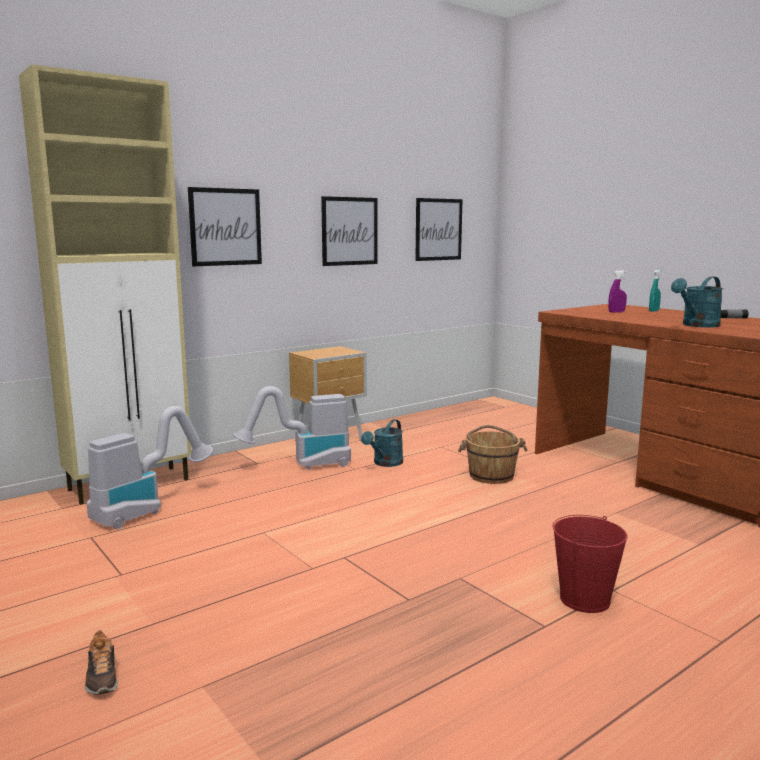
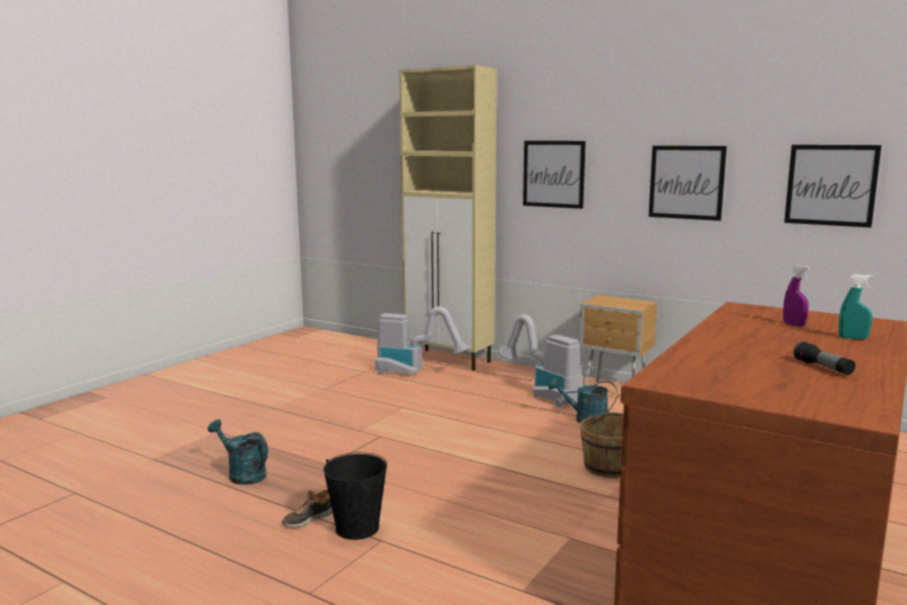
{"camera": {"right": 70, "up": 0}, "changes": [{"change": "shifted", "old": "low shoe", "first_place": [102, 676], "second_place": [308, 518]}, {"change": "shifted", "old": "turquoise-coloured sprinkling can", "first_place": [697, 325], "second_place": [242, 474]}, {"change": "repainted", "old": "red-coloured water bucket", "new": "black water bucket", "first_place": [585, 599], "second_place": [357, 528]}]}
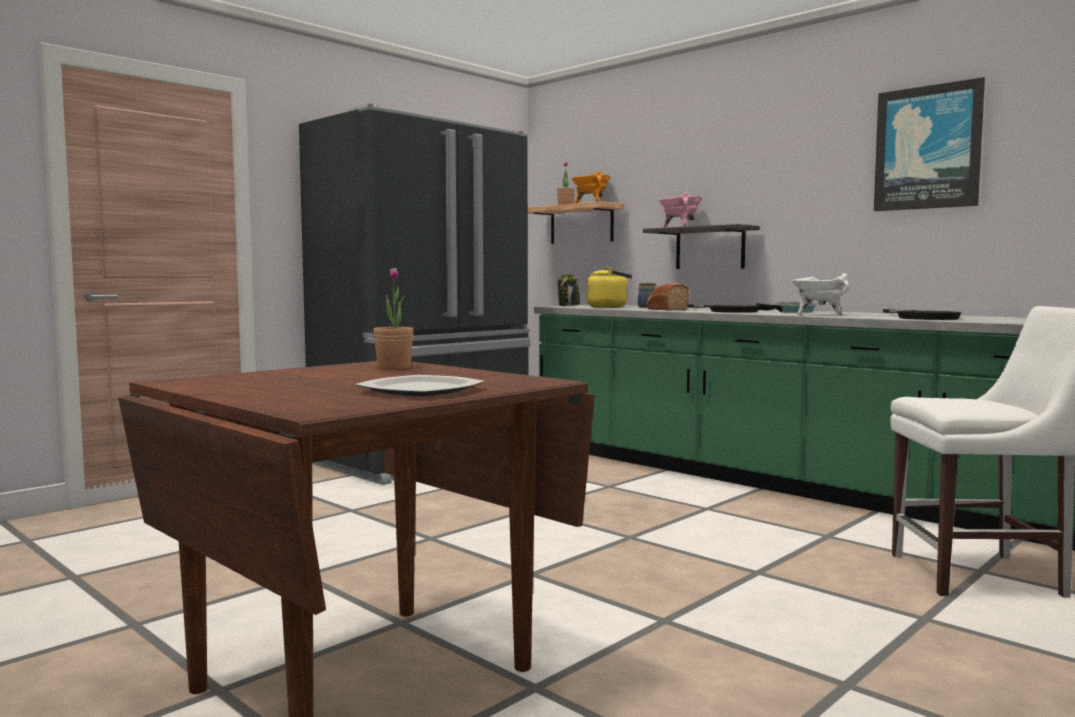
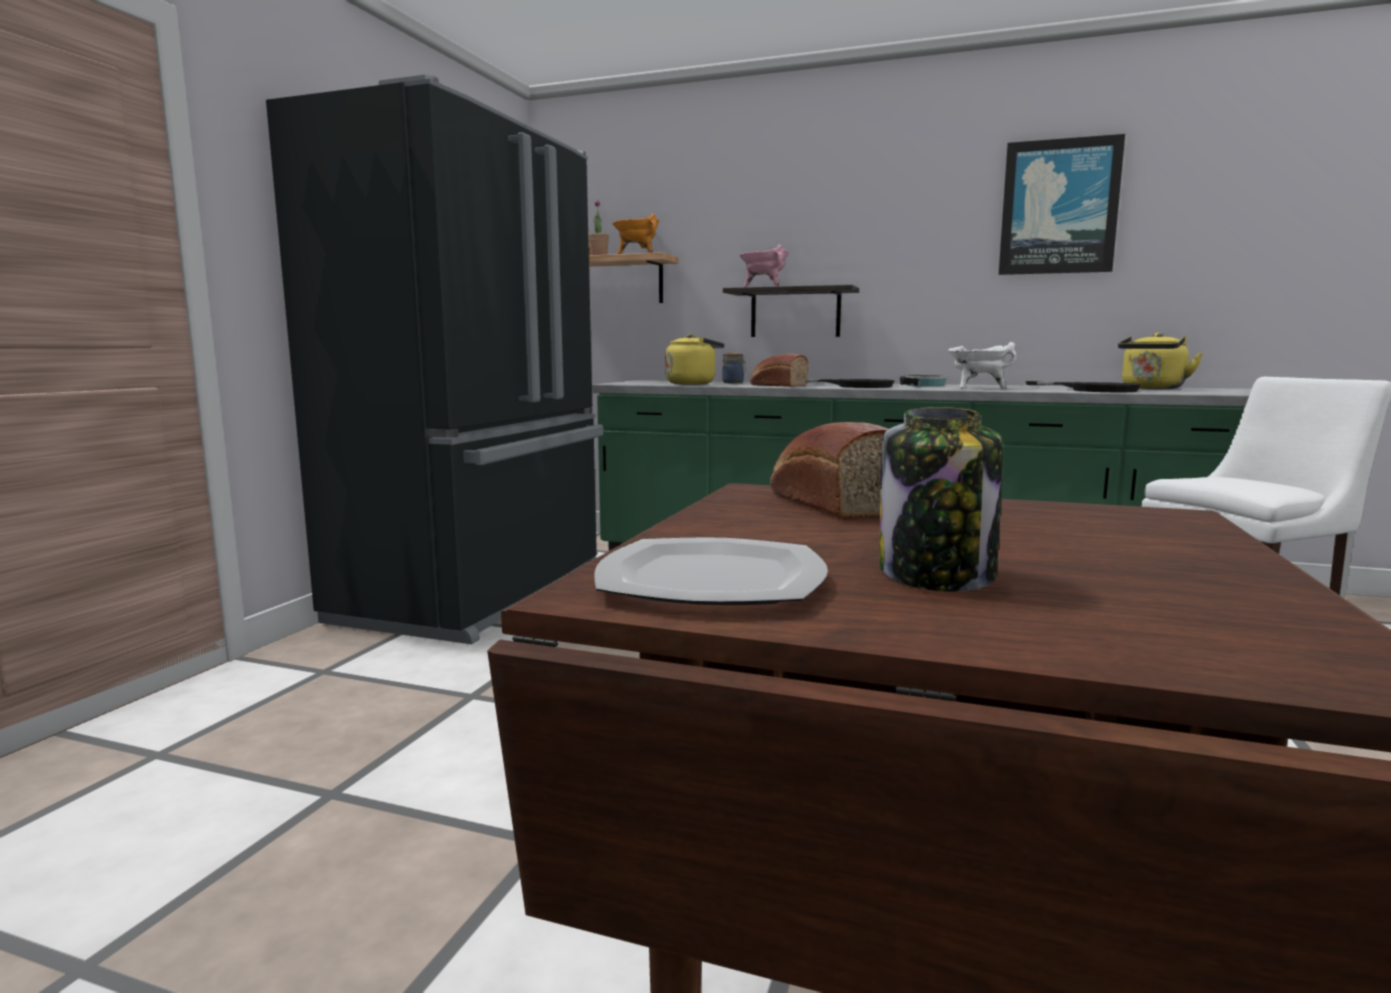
{"camera": {"right": -25, "up": 5}, "changes": [{"change": "new", "new": "yellow-coloured kettle", "second_place": [1151, 389]}, {"change": "shifted", "old": "dinner plate", "first_place": [420, 390], "second_place": [709, 579]}, {"change": "shifted", "old": "storage jar", "first_place": [569, 305], "second_place": [937, 575]}, {"change": "swapped", "old": "plant in a pot", "new": "baked bread", "first_place": [394, 367], "second_place": [829, 503]}]}
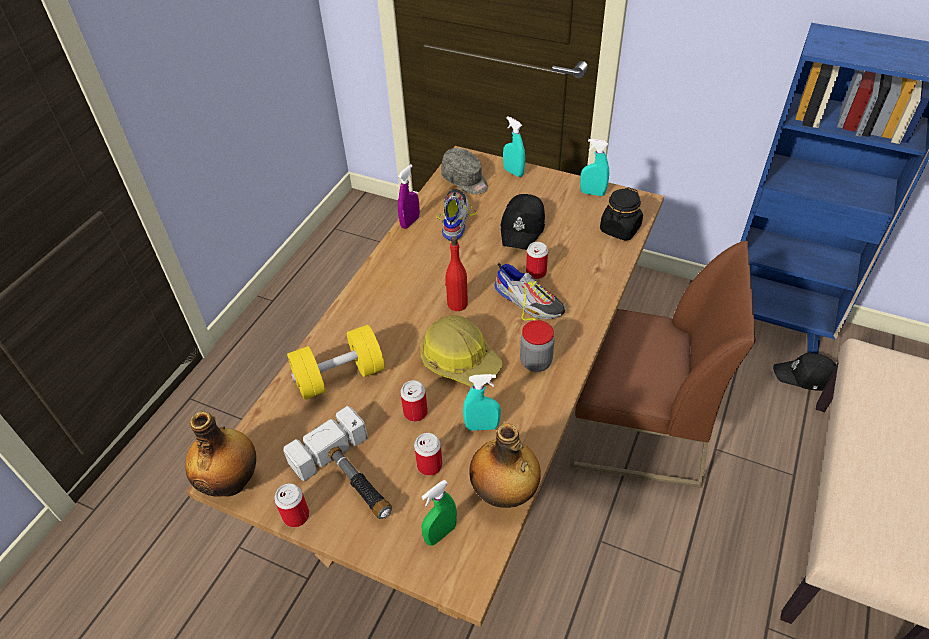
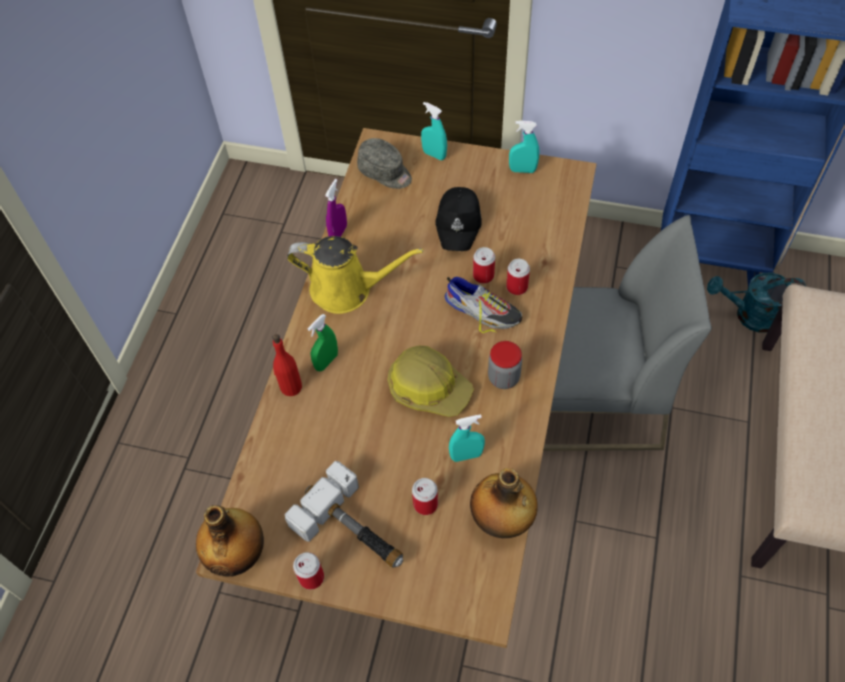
{"camera": {"right": -10, "up": 10}, "changes": [{"change": "gone", "old": "yellow-coloured free weight", "first_place": [340, 376]}, {"change": "gone", "old": "low shoe", "first_place": [454, 218]}, {"change": "gone", "old": "black storage jar", "first_place": [620, 229]}, {"change": "new", "new": "yellow-coloured sprinkling can", "second_place": [347, 289]}, {"change": "shifted", "old": "can", "first_place": [415, 412], "second_place": [517, 287]}, {"change": "shifted", "old": "green-coloured sprayer", "first_place": [440, 534], "second_place": [326, 361]}, {"change": "shifted", "old": "red-coloured drink bottle", "first_place": [457, 304], "second_place": [290, 387]}, {"change": "swapped", "old": "black baseball cap", "new": "turquoise-coloured sprinkling can", "first_place": [806, 377], "second_place": [749, 315]}, {"change": "repainted", "old": "brownish chair", "new": "greyish chair", "first_place": [636, 428], "second_place": [591, 399]}]}
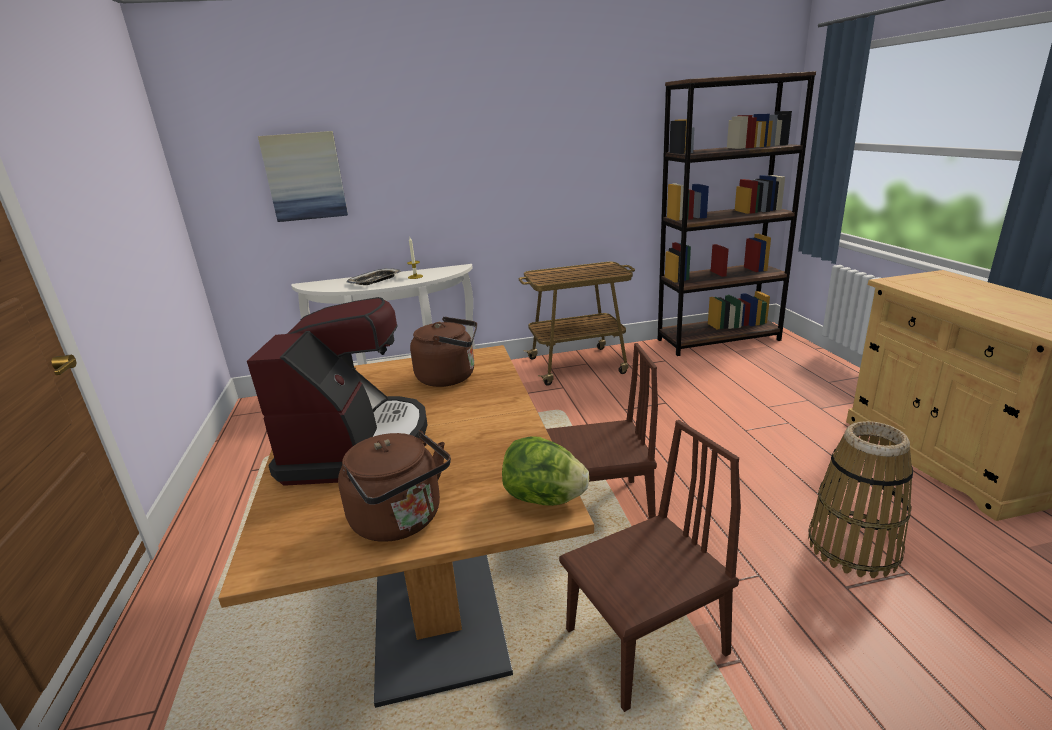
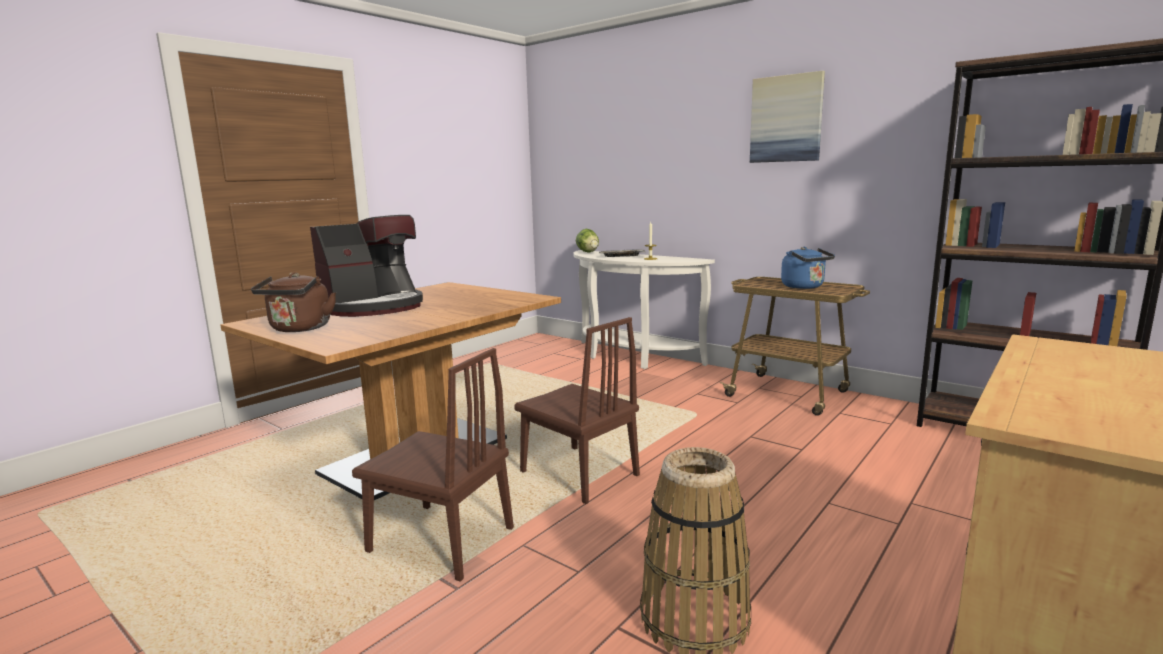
{"camera": {"right": 50, "up": -10}, "changes": [{"change": "gone", "old": "brownish kettle", "first_place": [450, 377]}, {"change": "new", "new": "bluish kettle", "second_place": [804, 287]}, {"change": "shifted", "old": "picture", "first_place": [305, 176], "second_place": [786, 119]}, {"change": "shifted", "old": "head of lettuce", "first_place": [544, 499], "second_place": [588, 252]}]}
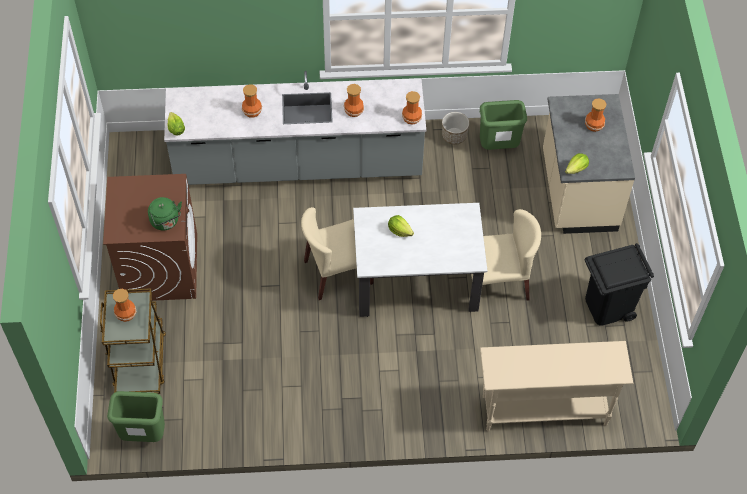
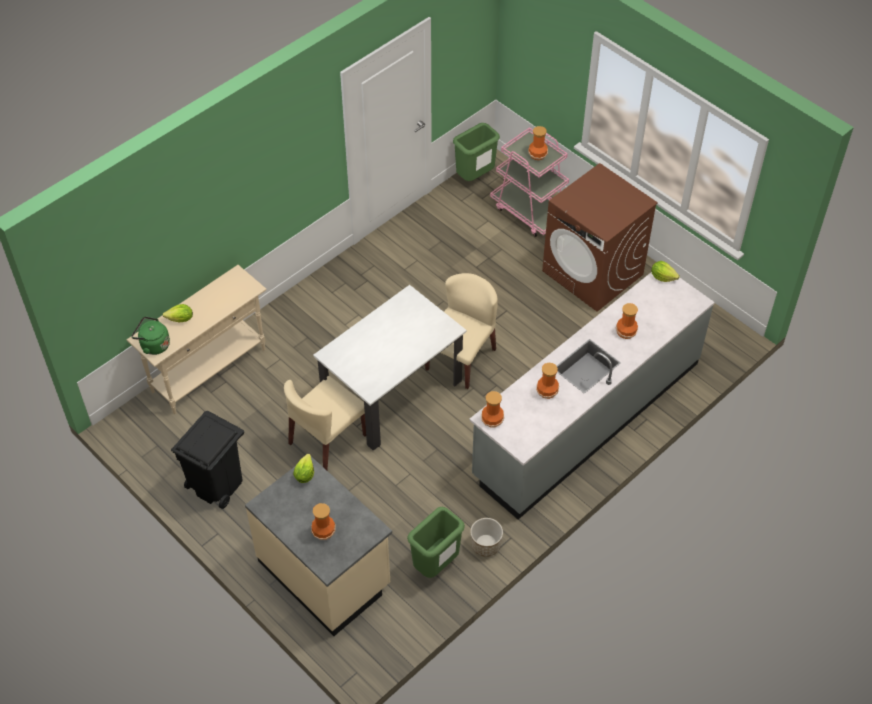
{"camera": {"right": 140, "up": -5}, "changes": [{"change": "shifted", "old": "green-coloured kettle", "first_place": [166, 222], "second_place": [153, 345]}, {"change": "shifted", "old": "head of lettuce", "first_place": [399, 231], "second_place": [180, 319]}, {"change": "repainted", "old": "brownish trolley", "new": "pink trolley", "first_place": [140, 361], "second_place": [529, 211]}]}
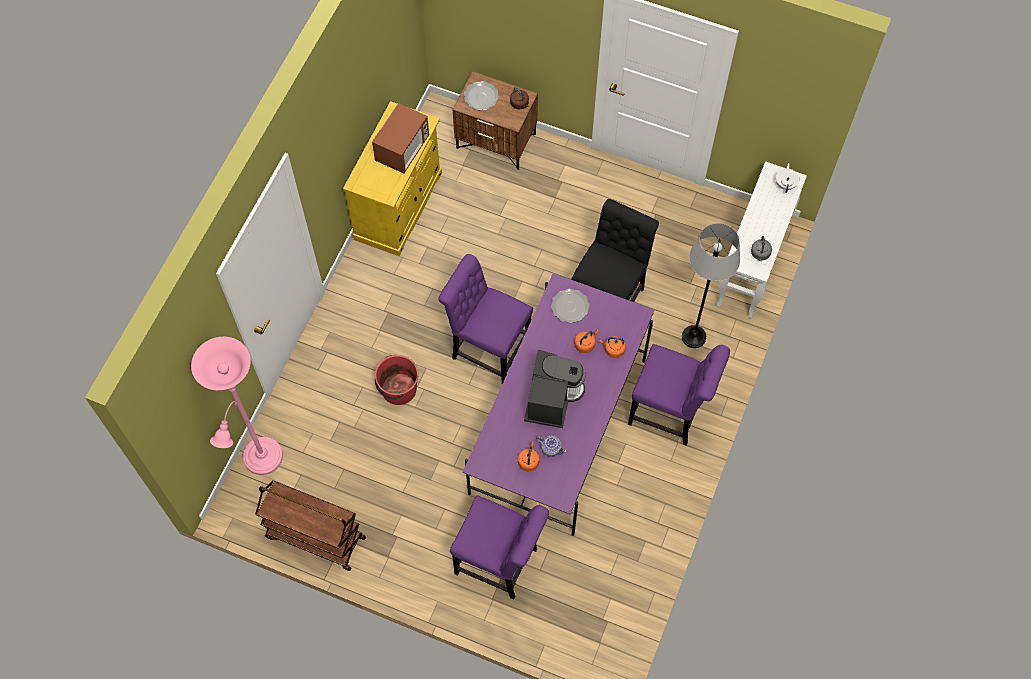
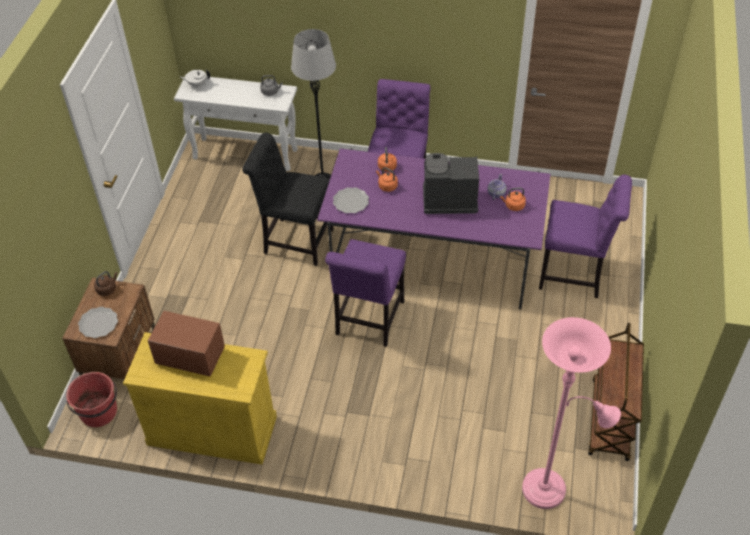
{"camera": {"right": -100, "up": -15}, "changes": [{"change": "shifted", "old": "red-coloured water bucket", "first_place": [398, 389], "second_place": [99, 412]}, {"change": "rotated", "old": "purple chair", "first_place": [500, 563], "second_place": [575, 275], "degrees": 90}]}
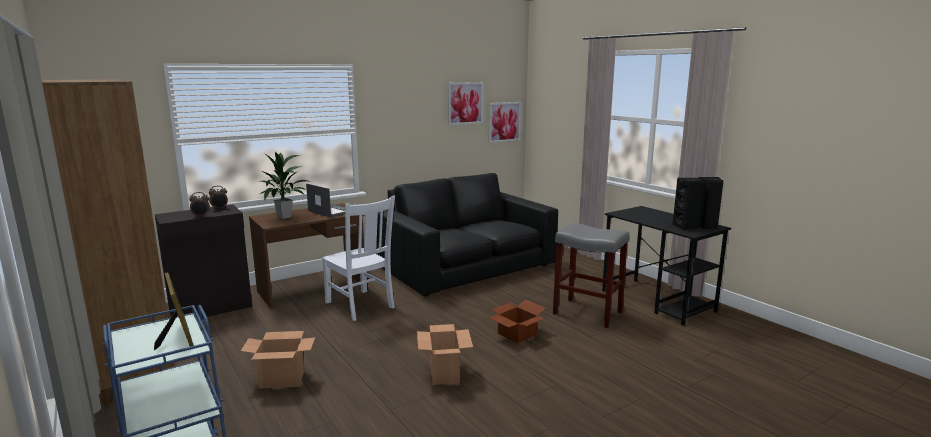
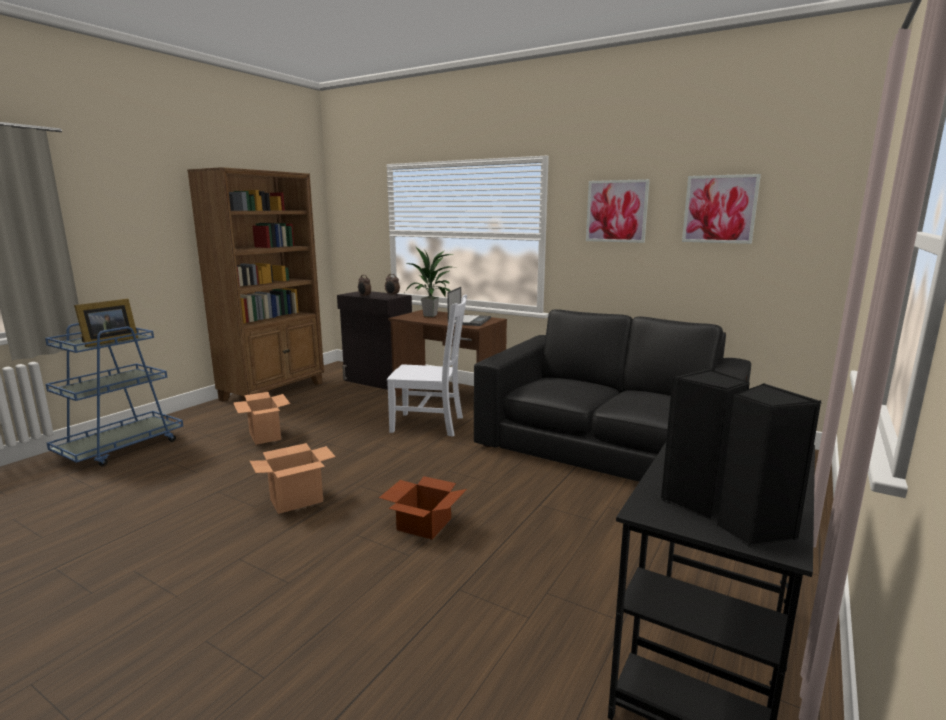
{"camera": {"right": 65, "up": 0}, "changes": [{"change": "gone", "old": "greyish stool", "first_place": [586, 313]}, {"change": "shifted", "old": "picture", "first_place": [504, 122], "second_place": [616, 211]}, {"change": "rotated", "old": "white chair", "first_place": [360, 306], "second_place": [430, 424], "degrees": -105}]}
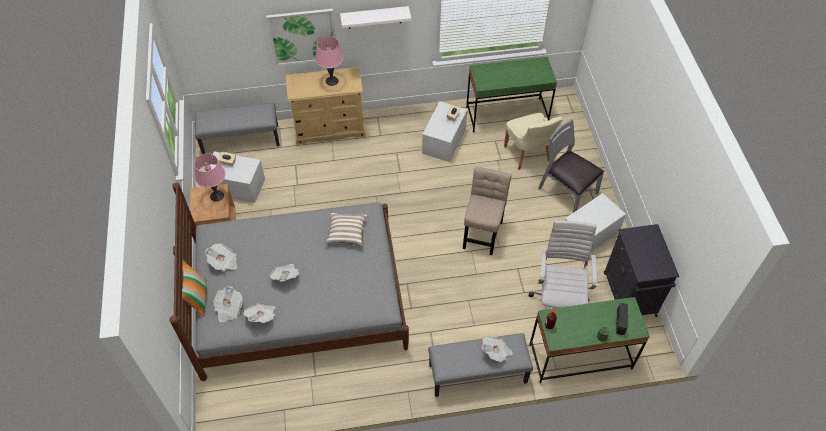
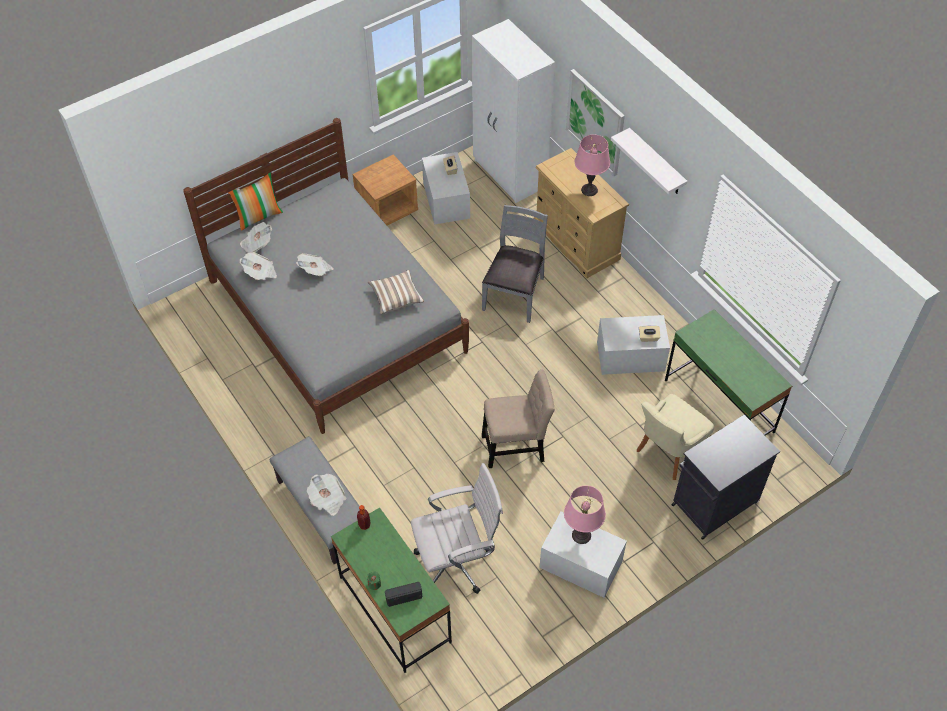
{"camera": {"right": 65, "up": 0}, "changes": [{"change": "gone", "old": "printed paper", "first_place": [224, 262]}, {"change": "shifted", "old": "pink lamp for a table", "first_place": [216, 196], "second_place": [581, 535]}, {"change": "shifted", "old": "greyish chair", "first_place": [567, 191], "second_place": [514, 293]}, {"change": "shifted", "old": "black cupboard", "first_place": [630, 295], "second_place": [713, 504]}, {"change": "swapped", "old": "greyish long seat", "new": "white armoire", "first_place": [241, 139], "second_place": [509, 174]}]}
